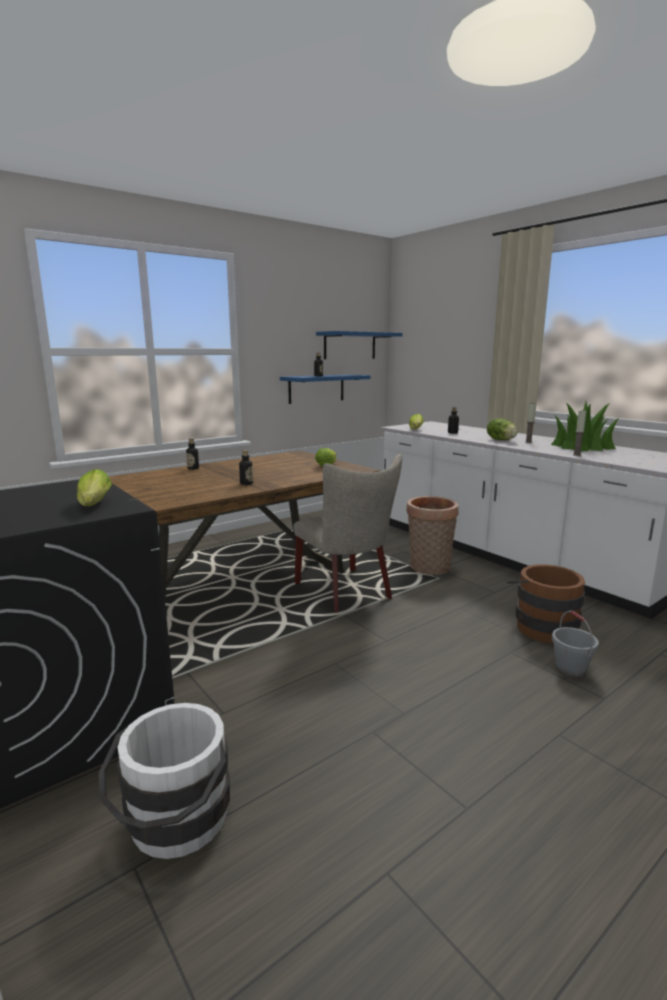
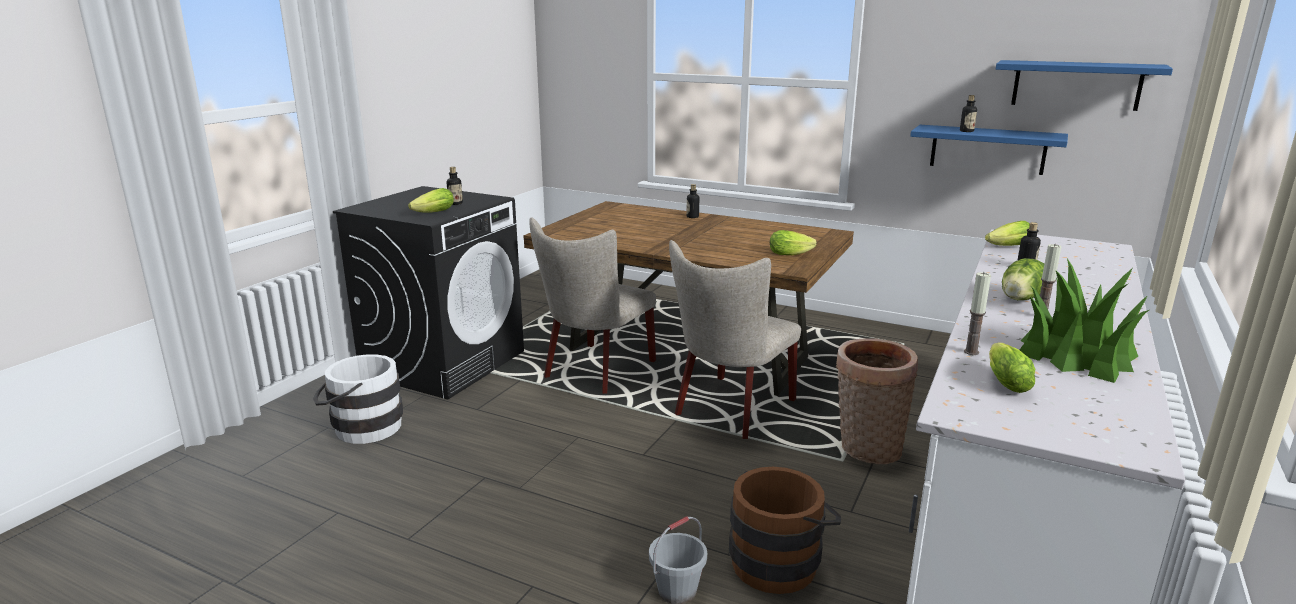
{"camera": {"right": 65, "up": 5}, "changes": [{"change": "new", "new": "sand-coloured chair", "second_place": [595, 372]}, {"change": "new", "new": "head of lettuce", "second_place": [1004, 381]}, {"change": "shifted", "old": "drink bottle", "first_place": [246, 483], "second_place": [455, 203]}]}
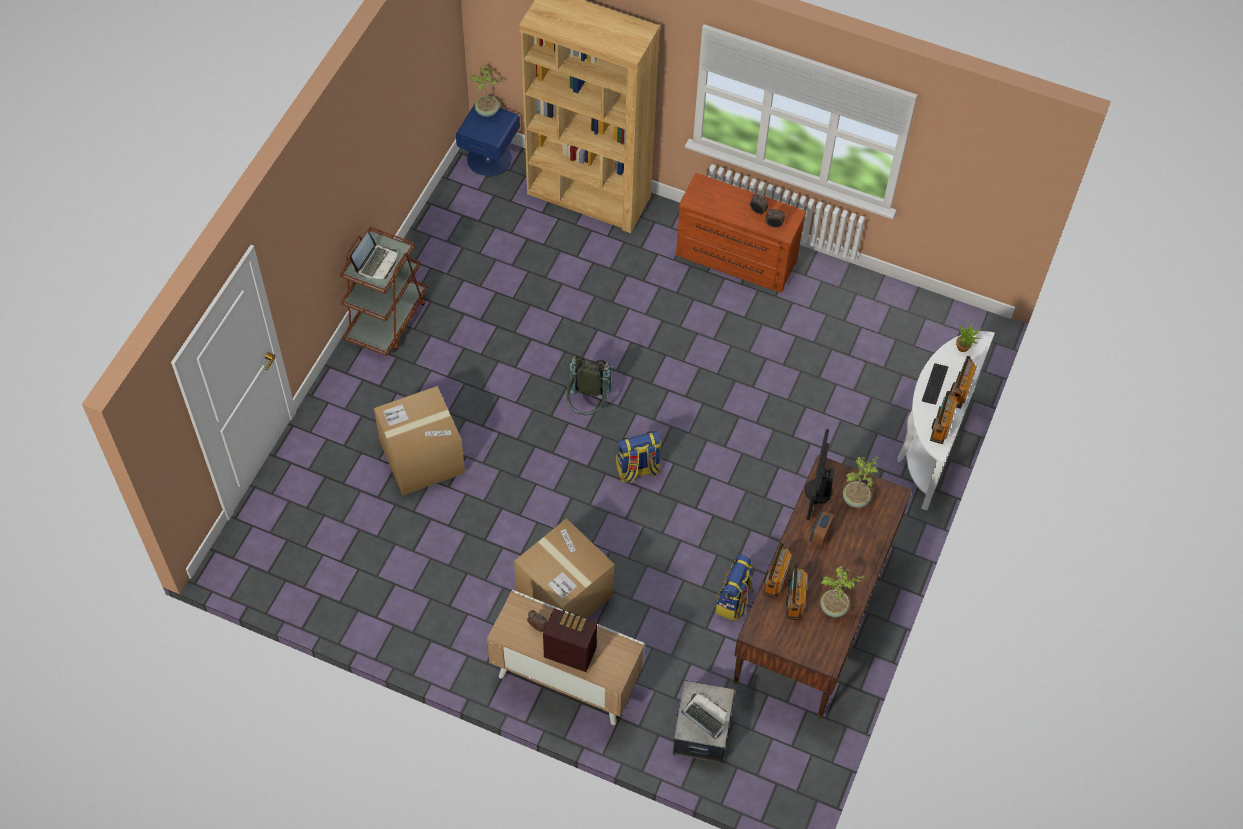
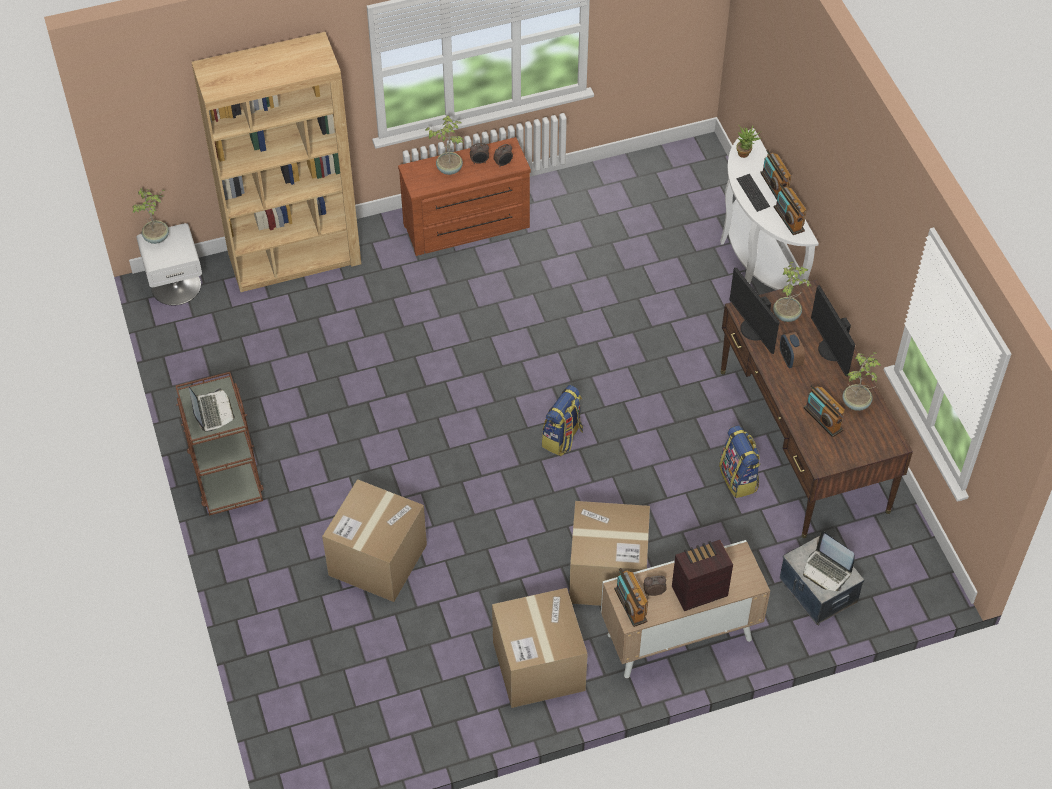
{"camera": {"right": -40, "up": -5}, "changes": [{"change": "gone", "old": "greyish rucksack", "first_place": [587, 405]}, {"change": "new", "new": "plant in a pot", "second_place": [449, 168]}, {"change": "new", "new": "carton", "second_place": [538, 666]}, {"change": "new", "new": "computer screen", "second_place": [831, 350]}, {"change": "shifted", "old": "radio", "first_place": [775, 578], "second_place": [630, 605]}, {"change": "repainted", "old": "bluish night table", "new": "white night table", "first_place": [489, 158], "second_place": [176, 285]}, {"change": "rotated", "old": "laptop", "first_place": [703, 718], "second_place": [827, 571], "degrees": -135}]}
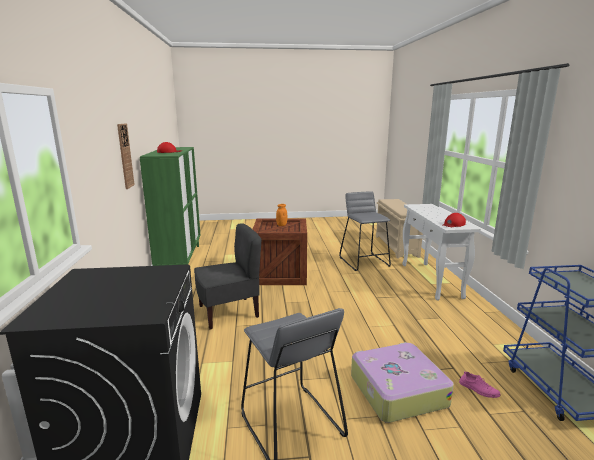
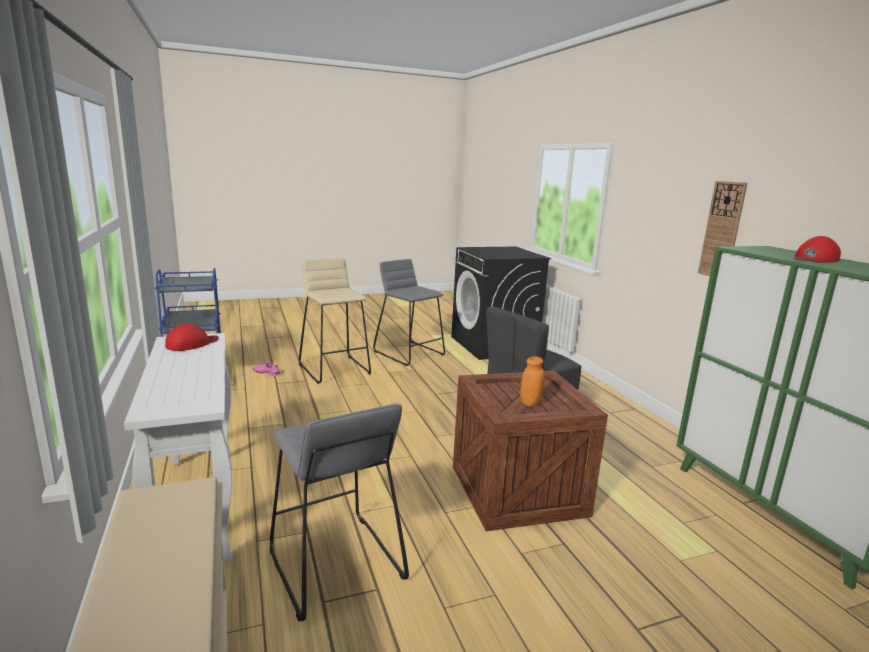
{"camera": {"right": 165, "up": 0}, "changes": [{"change": "swapped", "old": "travel case", "new": "sand-coloured stool", "first_place": [396, 390], "second_place": [335, 369]}]}
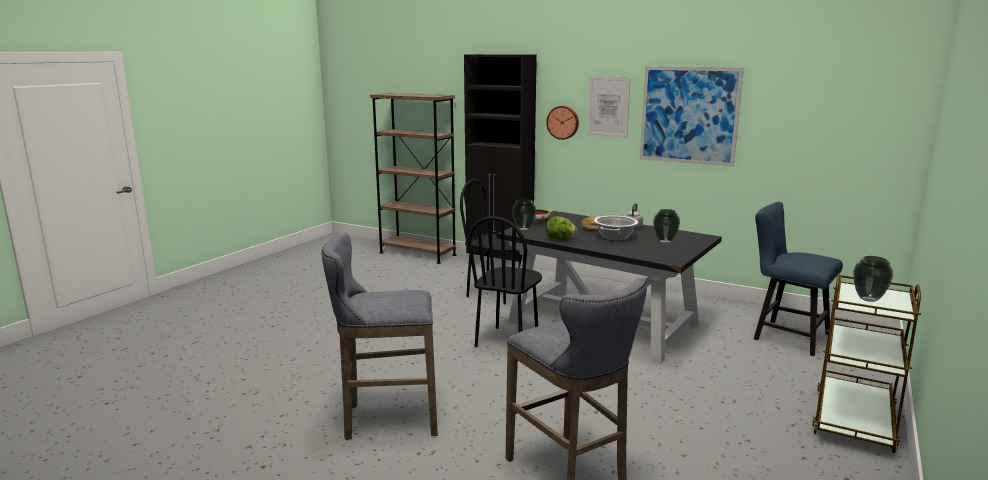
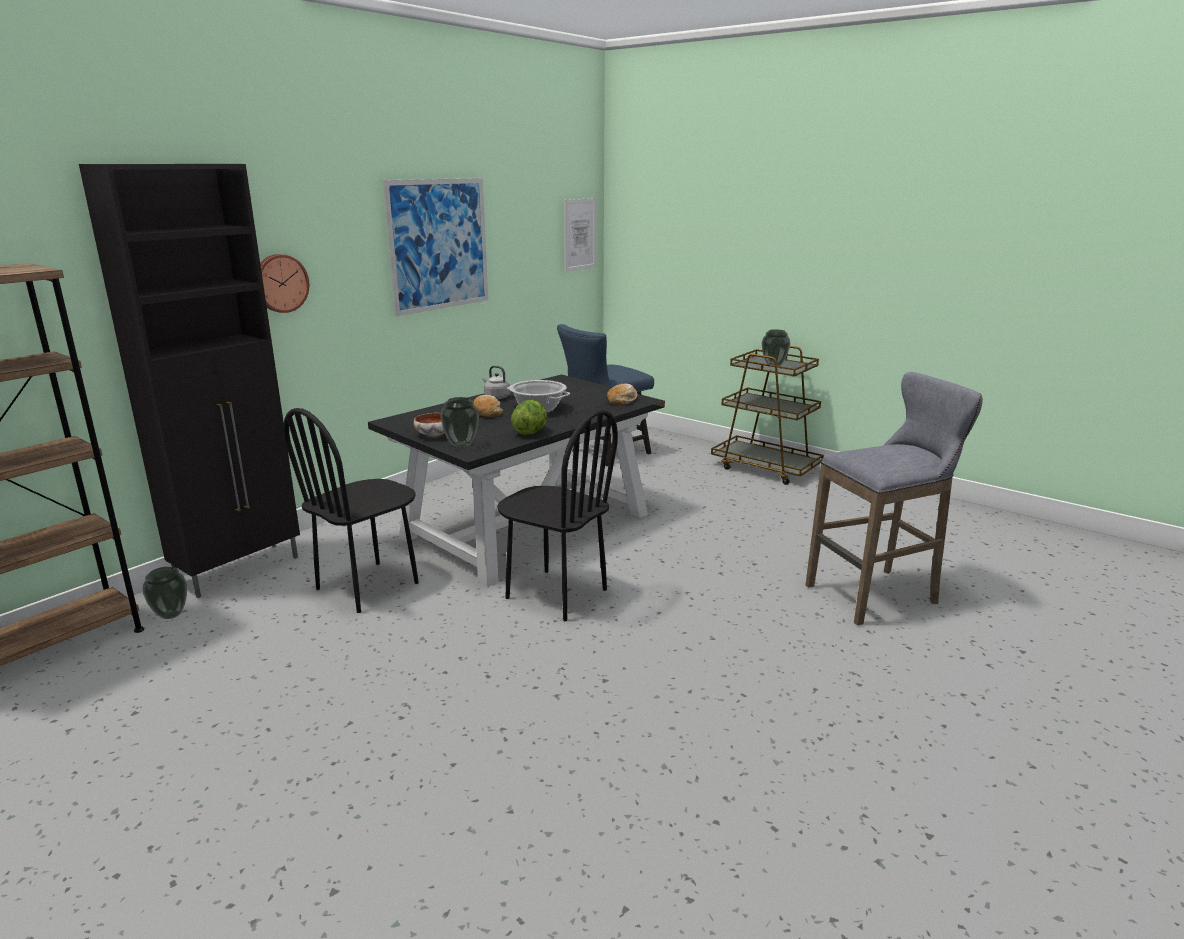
{"camera": {"right": -80, "up": 5}, "changes": [{"change": "gone", "old": "greyish stool", "first_place": [386, 420]}, {"change": "new", "new": "baked bread", "second_place": [622, 400]}, {"change": "shifted", "old": "picture", "first_place": [608, 106], "second_place": [579, 234]}, {"change": "shifted", "old": "decorative vase", "first_place": [664, 242], "second_place": [170, 615]}]}
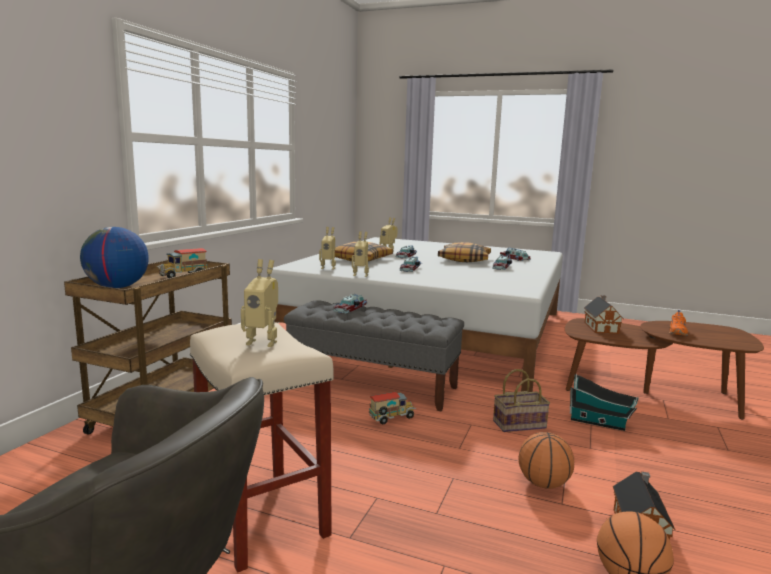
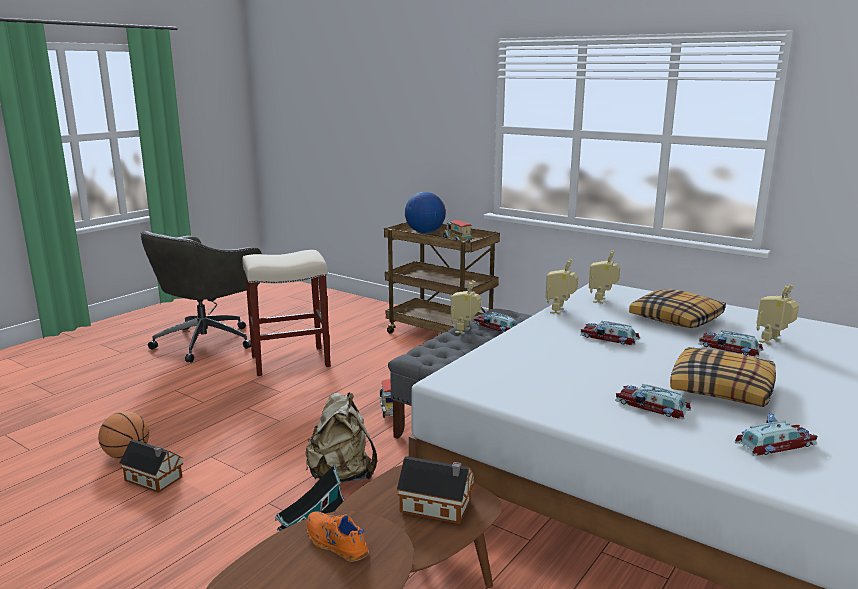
{"camera": {"right": 105, "up": 5}, "changes": [{"change": "gone", "old": "ball for basketball", "first_place": [543, 484]}, {"change": "shifted", "old": "robot figure", "first_place": [263, 341], "second_place": [465, 331]}, {"change": "swapped", "old": "basket", "new": "sand-coloured rucksack", "first_place": [520, 424], "second_place": [342, 475]}]}
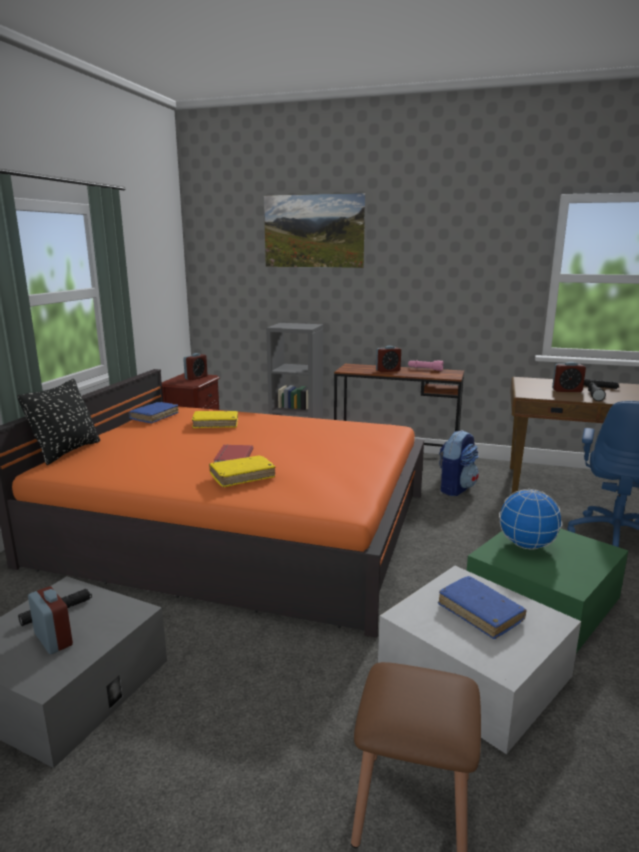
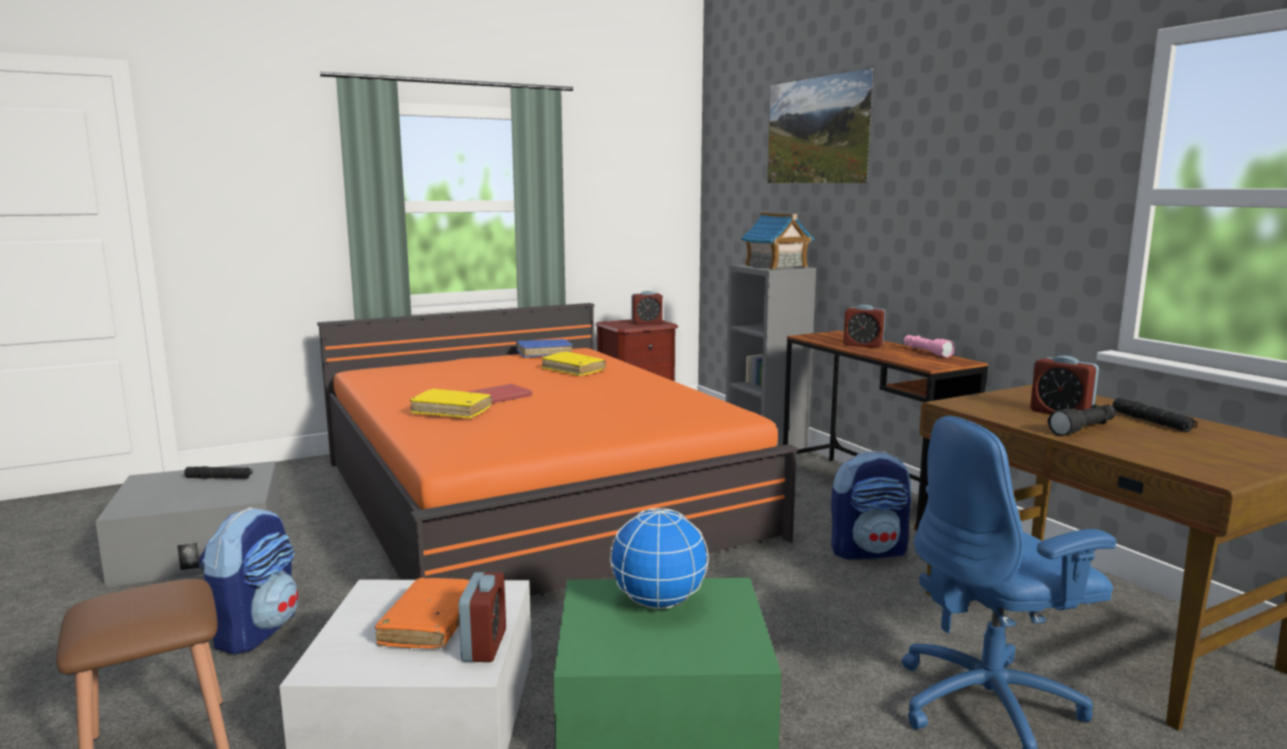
{"camera": {"right": 45, "up": -5}, "changes": [{"change": "gone", "old": "black pillow", "first_place": [66, 451]}, {"change": "new", "new": "rucksack", "second_place": [256, 631]}, {"change": "new", "new": "toy house", "second_place": [776, 266]}, {"change": "shifted", "old": "alarm clock", "first_place": [53, 639], "second_place": [484, 646]}, {"change": "repainted", "old": "bluish bound book", "new": "orange bound book", "first_place": [480, 613], "second_place": [430, 623]}]}
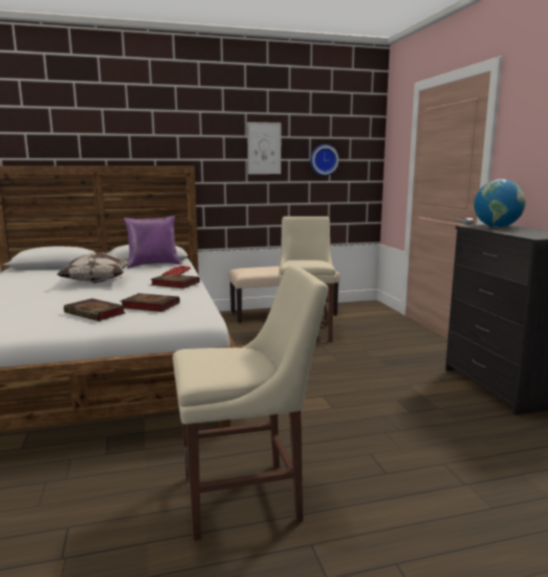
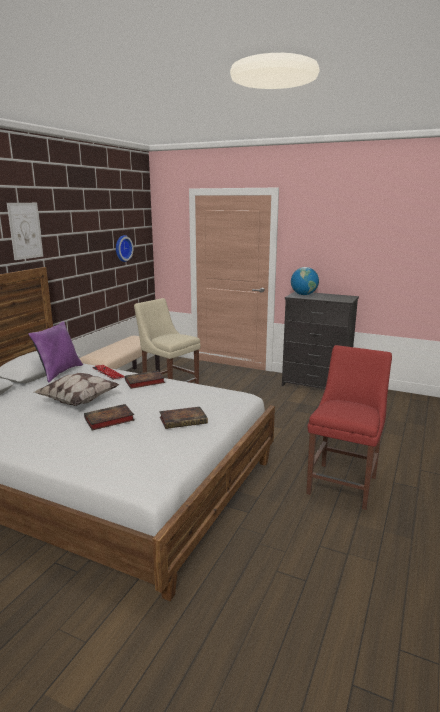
{"camera": {"right": -50, "up": 5}, "changes": [{"change": "shifted", "old": "bound book", "first_place": [148, 306], "second_place": [108, 420]}, {"change": "shifted", "old": "picture", "first_place": [264, 148], "second_place": [25, 231]}, {"change": "repainted", "old": "sand-coloured chair", "new": "red-coloured chair", "first_place": [248, 497], "second_place": [343, 483]}]}
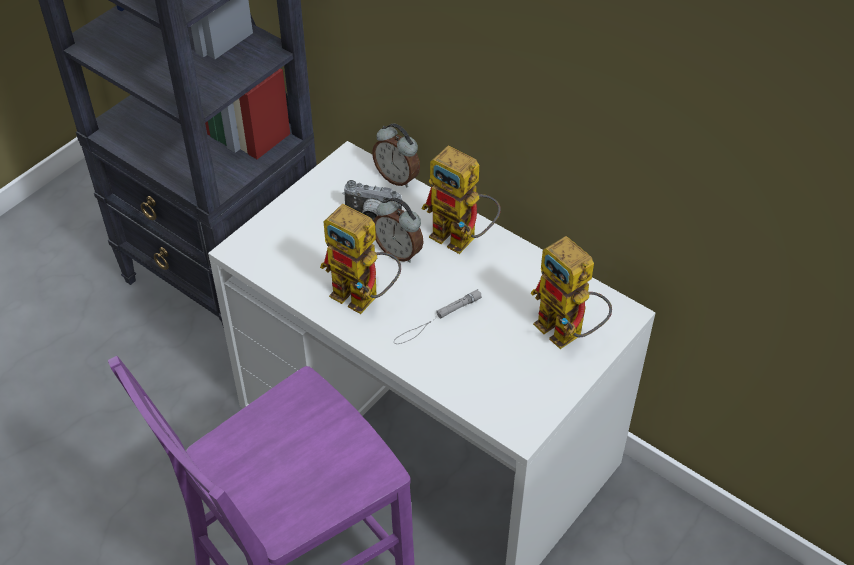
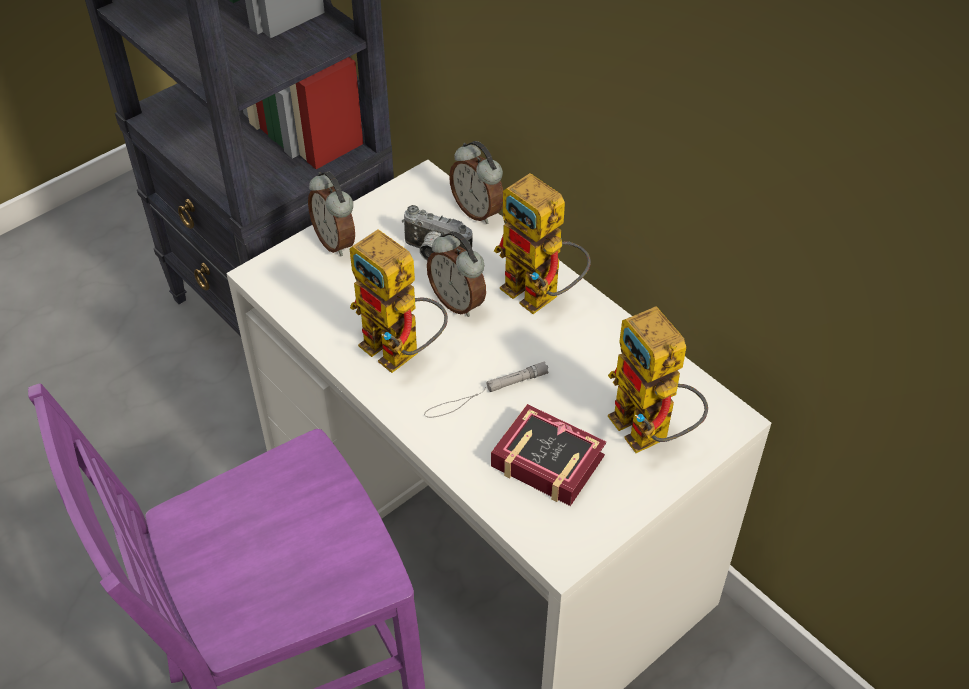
{"camera": {"right": 10, "up": 0}, "changes": [{"change": "new", "new": "alarm clock", "second_place": [336, 242]}, {"change": "new", "new": "bound book", "second_place": [545, 457]}]}
